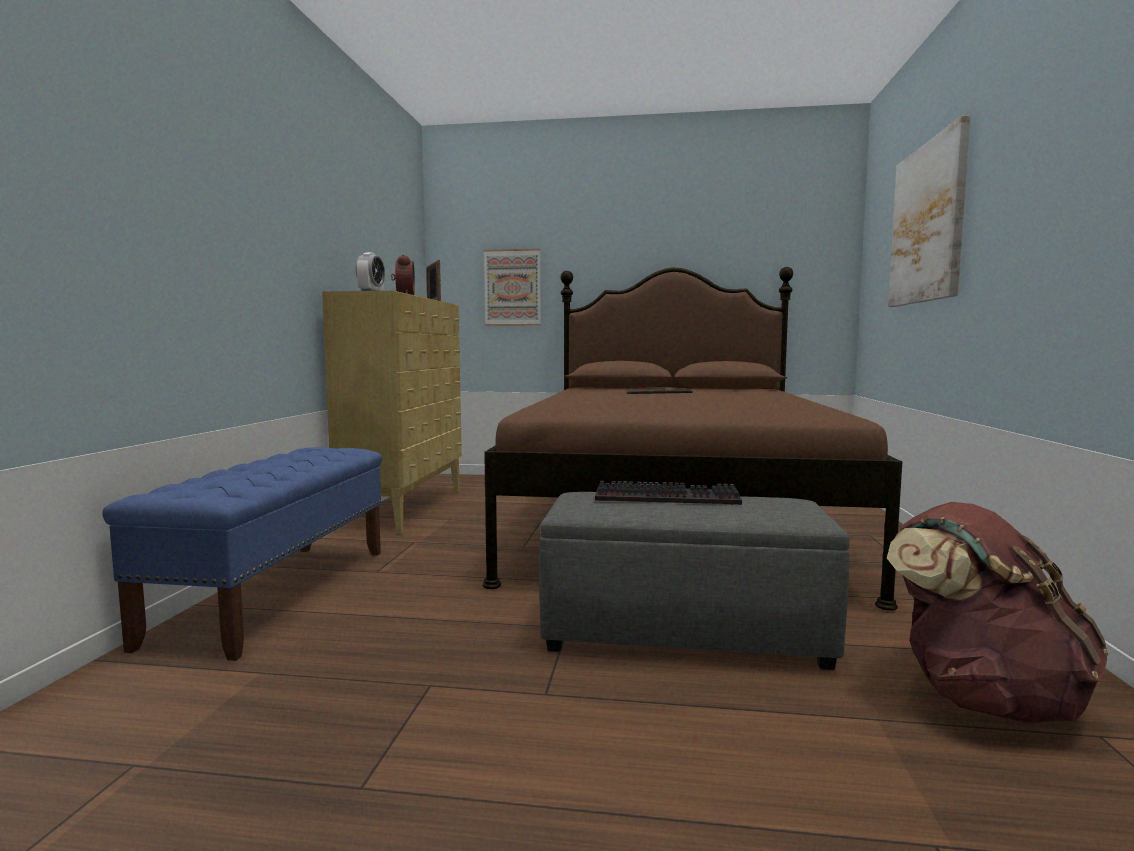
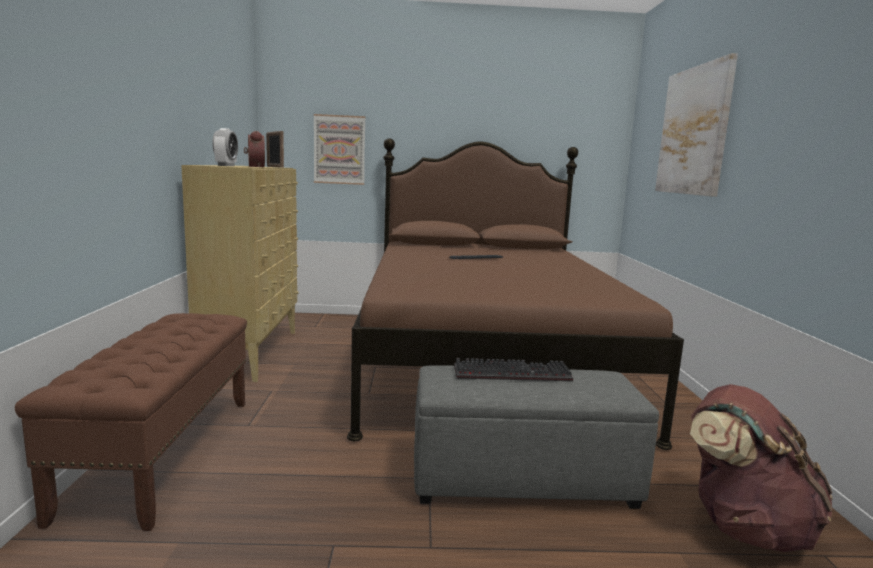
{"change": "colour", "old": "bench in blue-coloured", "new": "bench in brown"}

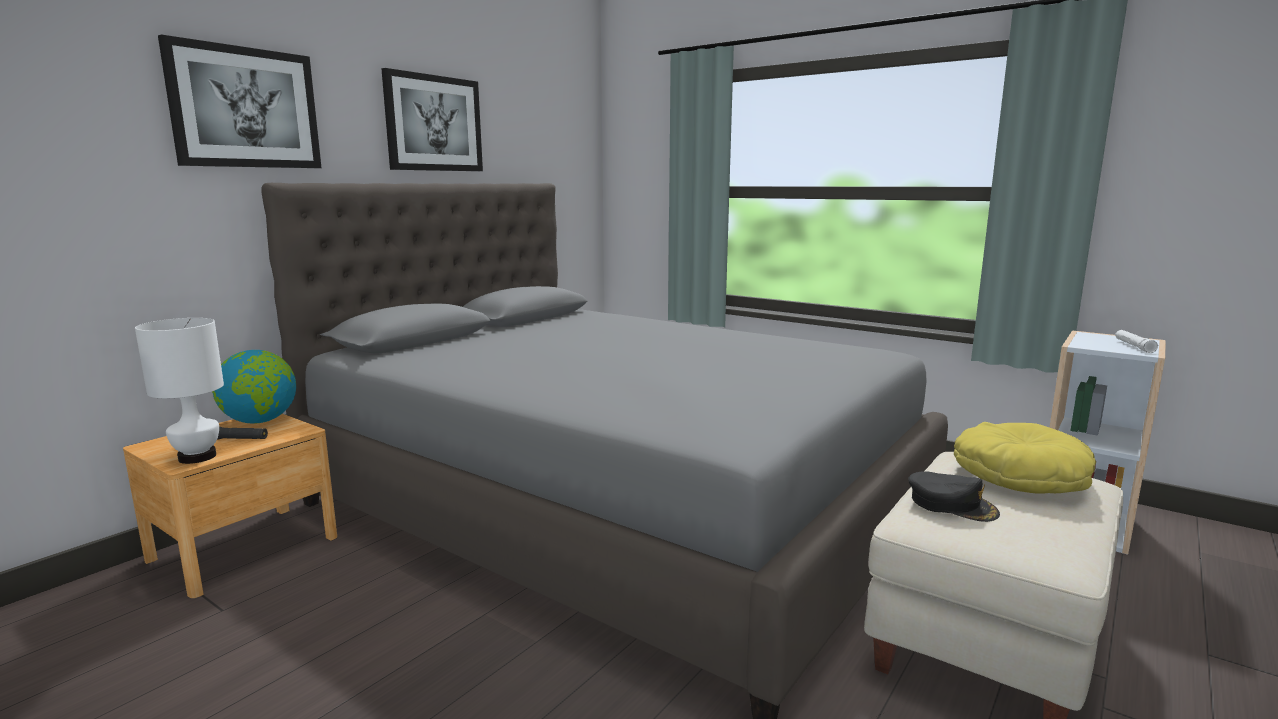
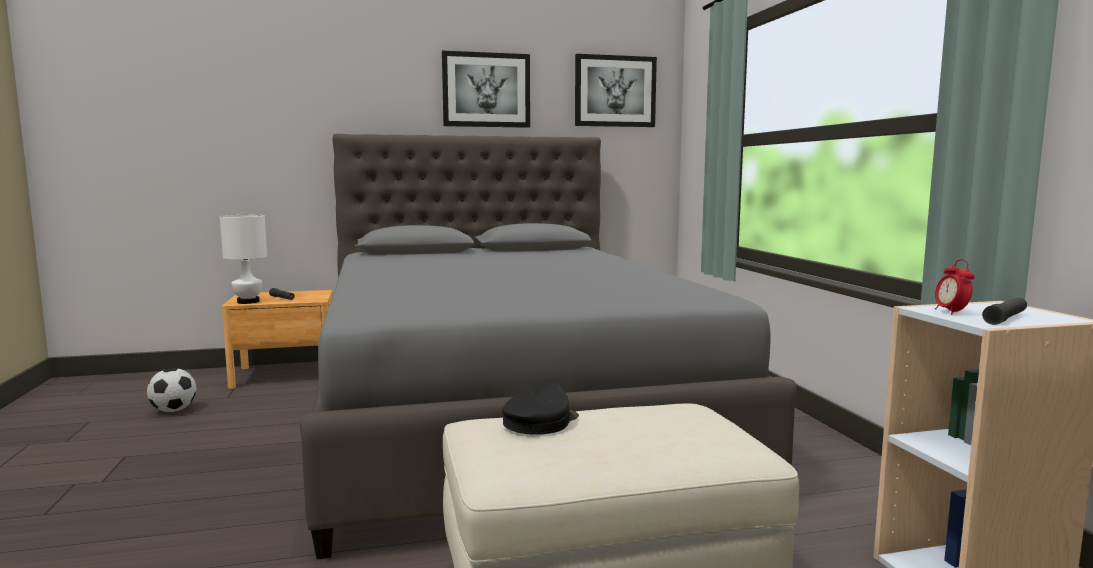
{"change": "relocated", "old": "picture (no. 1 from left in the first image)", "new": "picture (no. 2 from left)"}
{"change": "missing", "old": "globe"}
{"change": "spun", "old": "cap in black", "degrees": -135}
{"change": "missing", "old": "pillow in yellow"}
{"change": "colour", "old": "flashlight in whitish", "new": "flashlight in black (no. 2 from left)"}
{"change": "appeared", "new": "ball for football"}
{"change": "appeared", "new": "table clock"}

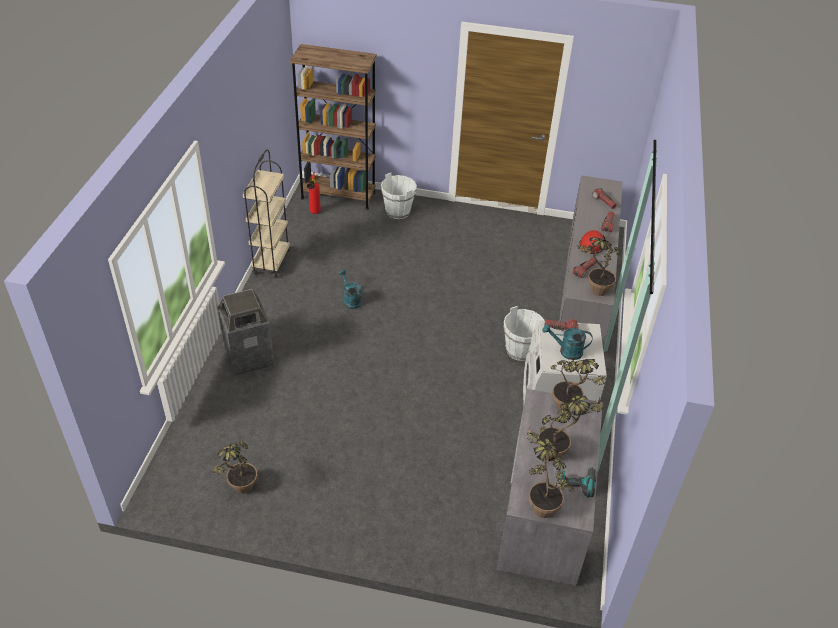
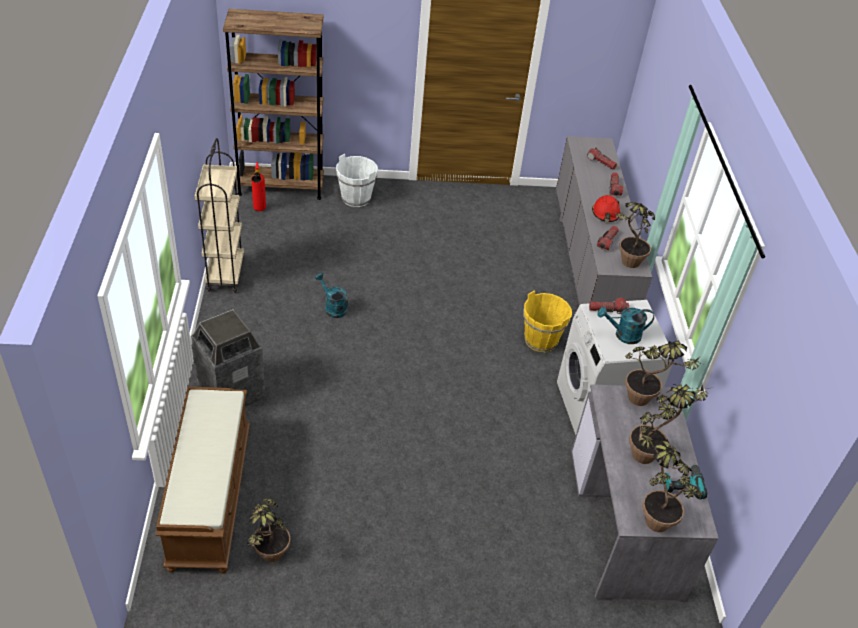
{"change": "colour", "old": "bucket in whitish (no. 2 from left)", "new": "bucket in yellow"}
{"change": "appeared", "new": "bench in brown"}

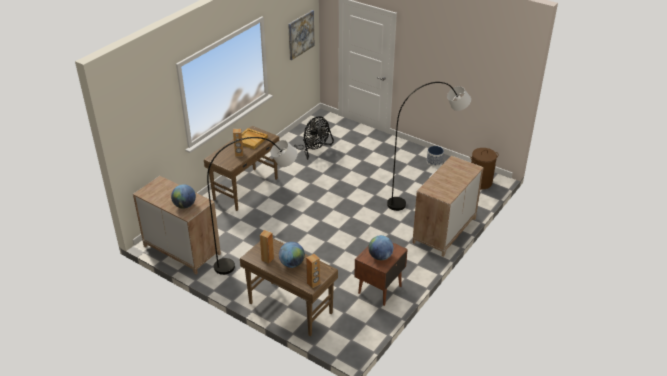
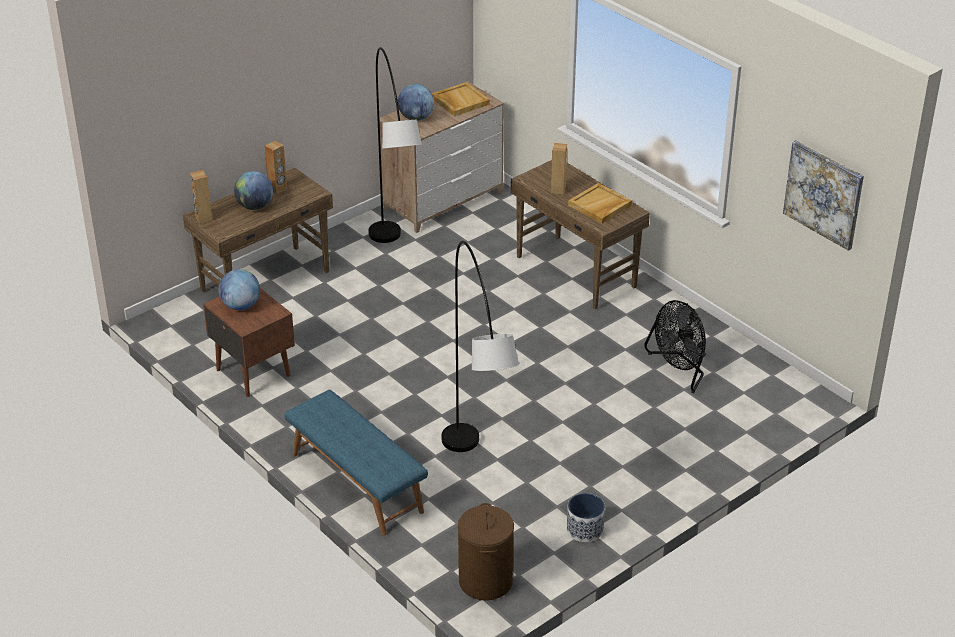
{"change": "exchanged", "old": "dresser (no. 2 from left)", "new": "bench in blue-coloured"}
{"change": "appeared", "new": "serving tray in sand-coloured (no. 1 from left)"}

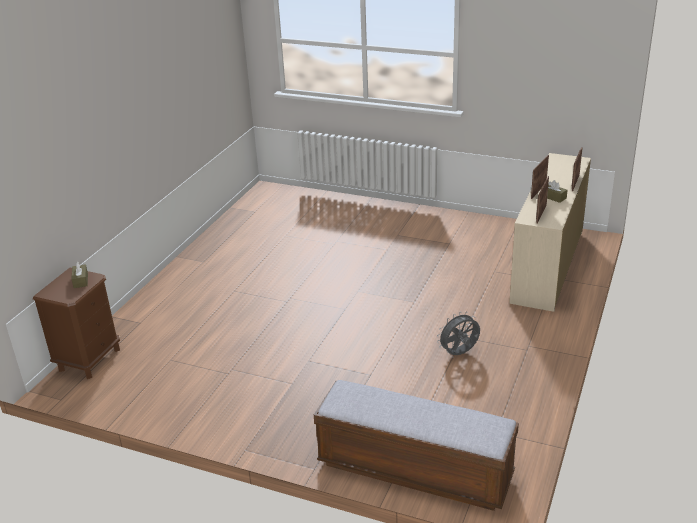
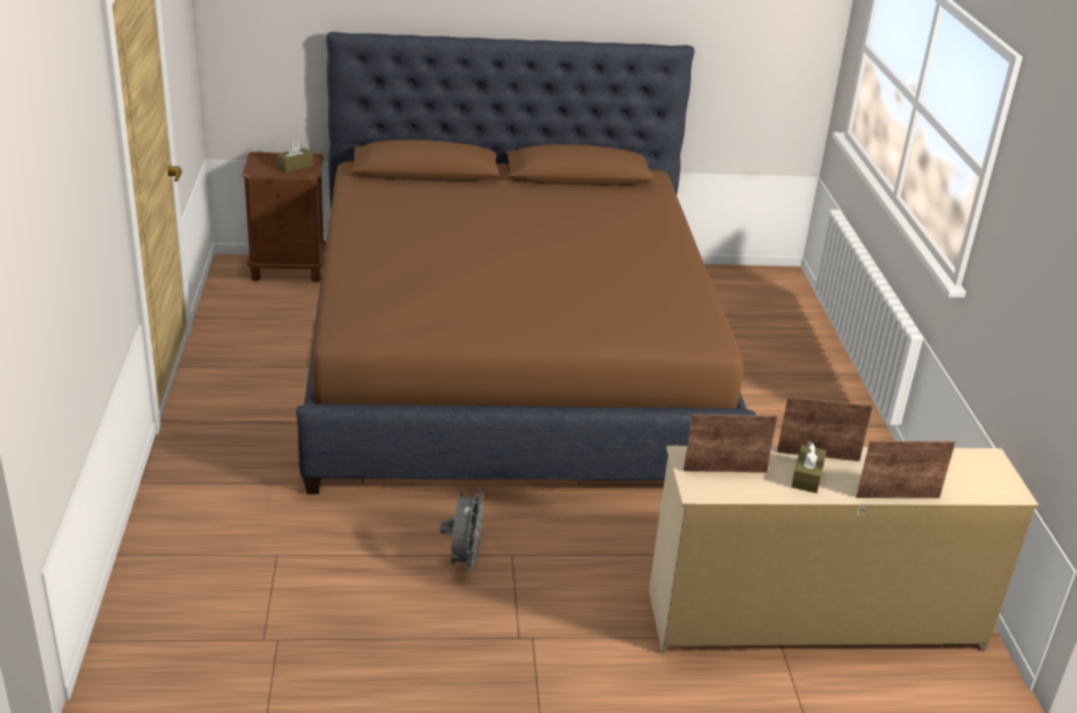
{"change": "missing", "old": "bench"}
{"change": "spun", "old": "cooling fan in grey", "degrees": 60}
{"change": "appeared", "new": "bedroom bed in brown"}

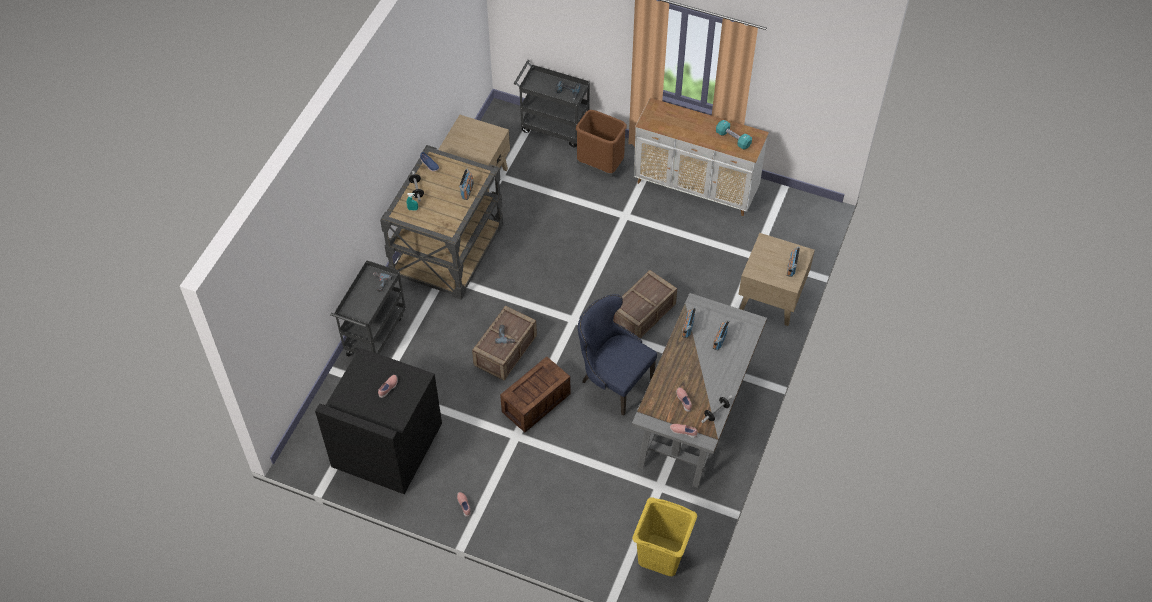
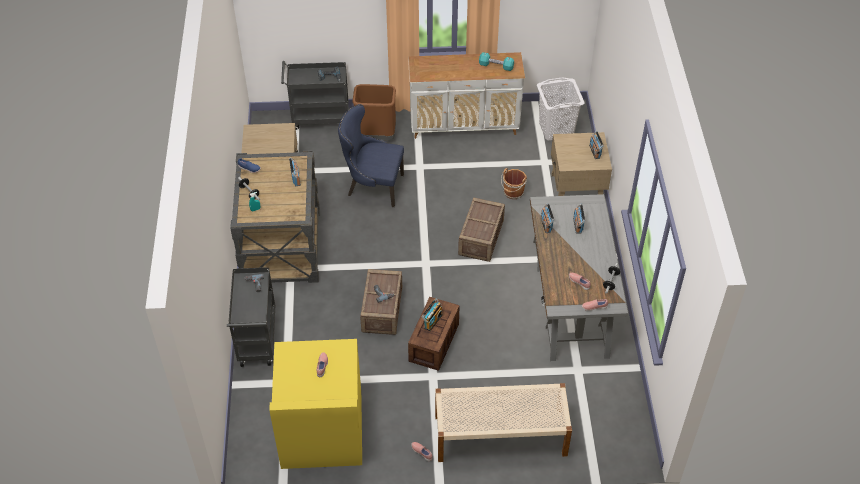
{"change": "colour", "old": "washing machine in black", "new": "washing machine in yellow"}
{"change": "relocated", "old": "chair in blue-coloured"}
{"change": "missing", "old": "hamper in yellow"}
{"change": "appeared", "new": "radio receiver (no. 2 from left)"}
{"change": "appeared", "new": "bench in sand-coloured"}
{"change": "appeared", "new": "bucket in brown"}
{"change": "appeared", "new": "hamper in whitish"}

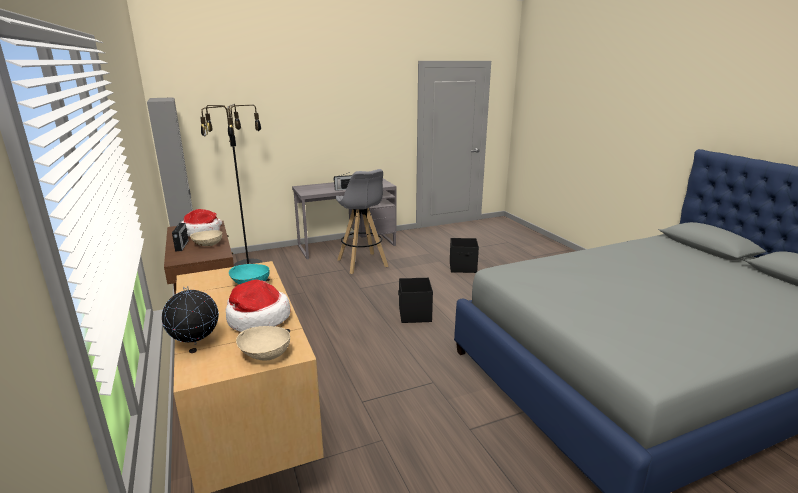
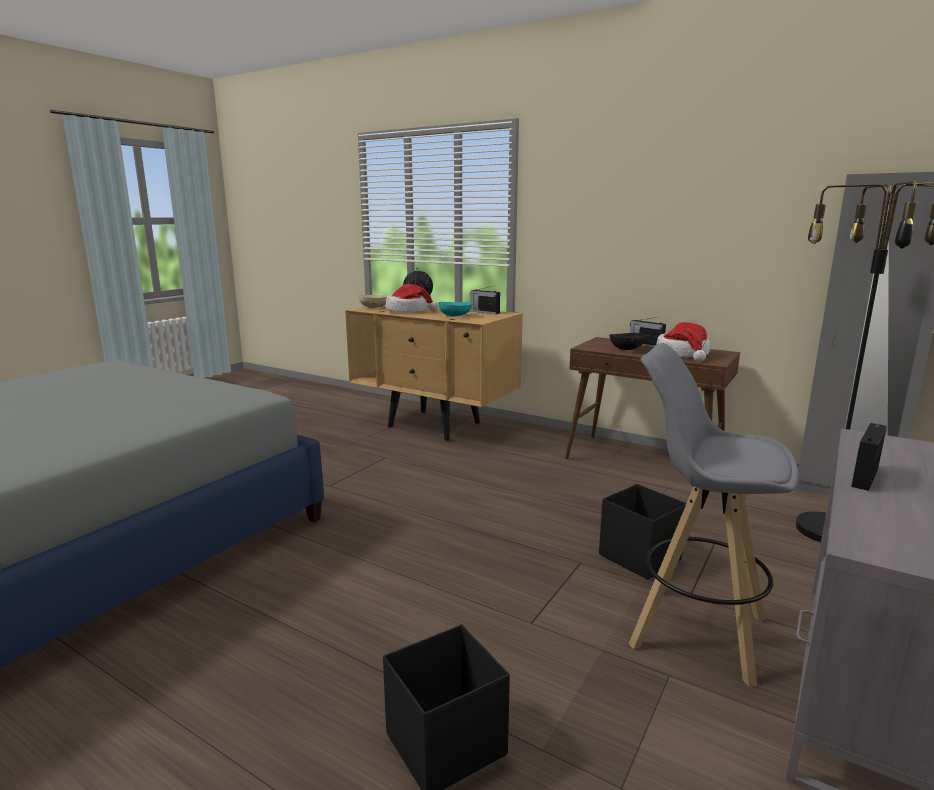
{"change": "colour", "old": "serving bowl in sand-coloured (no. 1 from left)", "new": "serving bowl in black"}
{"change": "relocated", "old": "storage container in black (no. 1 from left in the first image)", "new": "storage container in black (no. 2 from left)"}
{"change": "appeared", "new": "radio receiver (no. 1 from left)"}

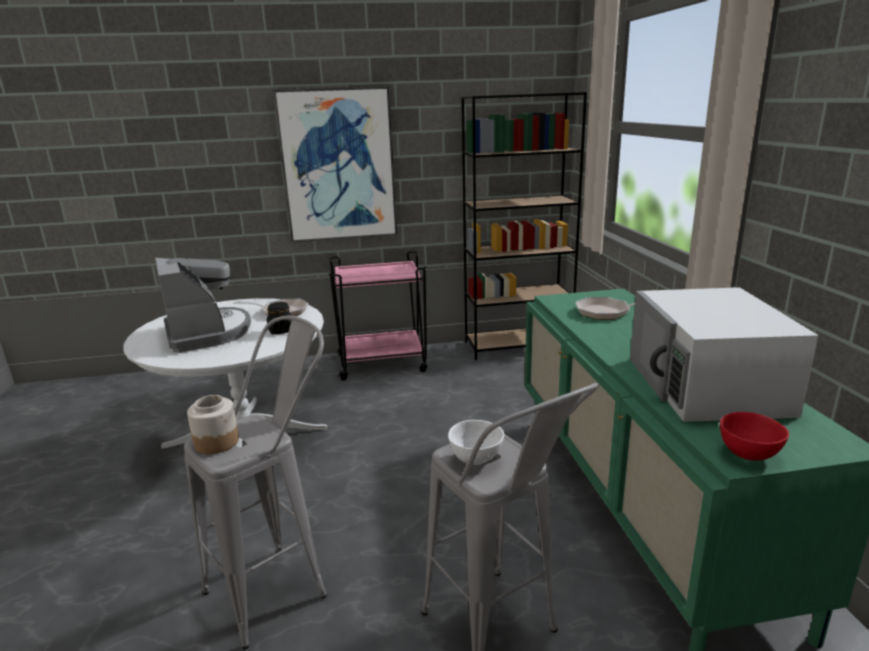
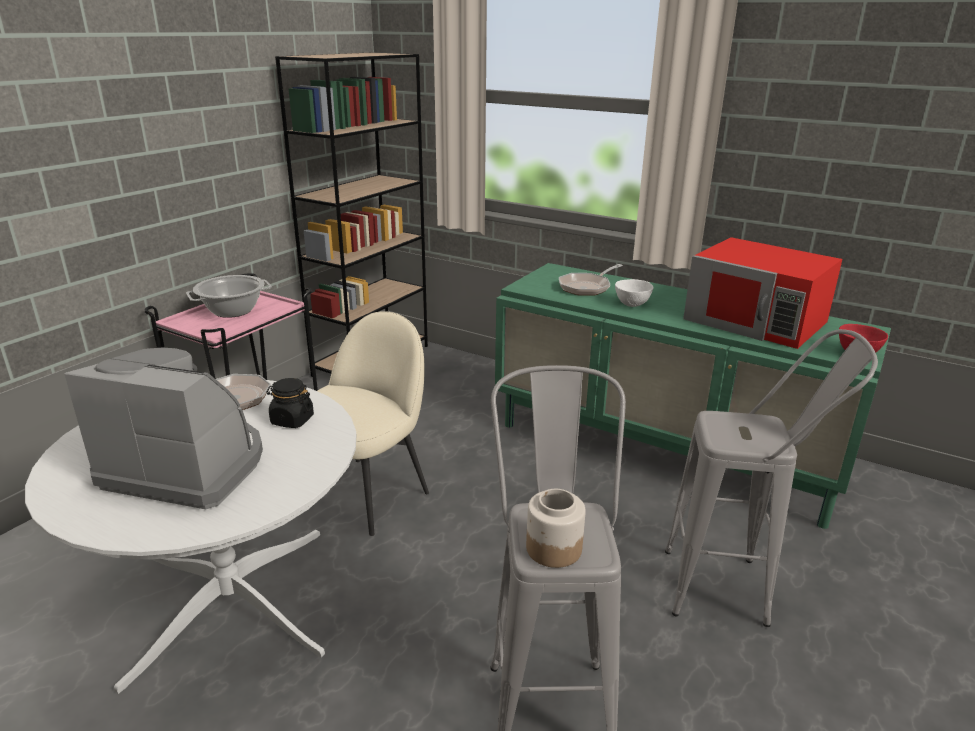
{"change": "missing", "old": "picture"}
{"change": "relocated", "old": "serving bowl in whitish"}
{"change": "colour", "old": "microwave oven in whitish", "new": "microwave oven in reddish"}
{"change": "appeared", "new": "cooking pot"}
{"change": "appeared", "new": "chair in sand-coloured"}

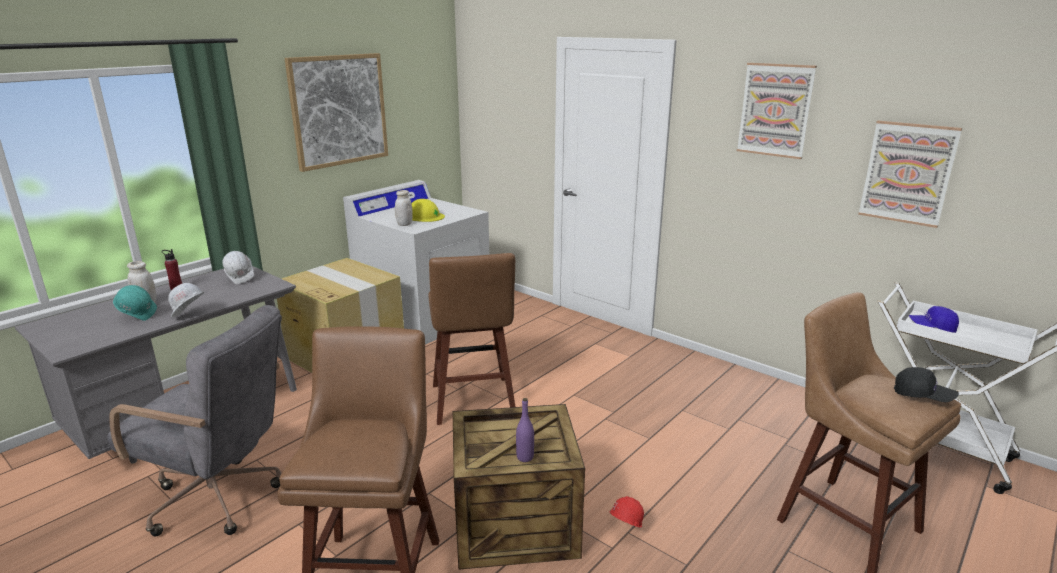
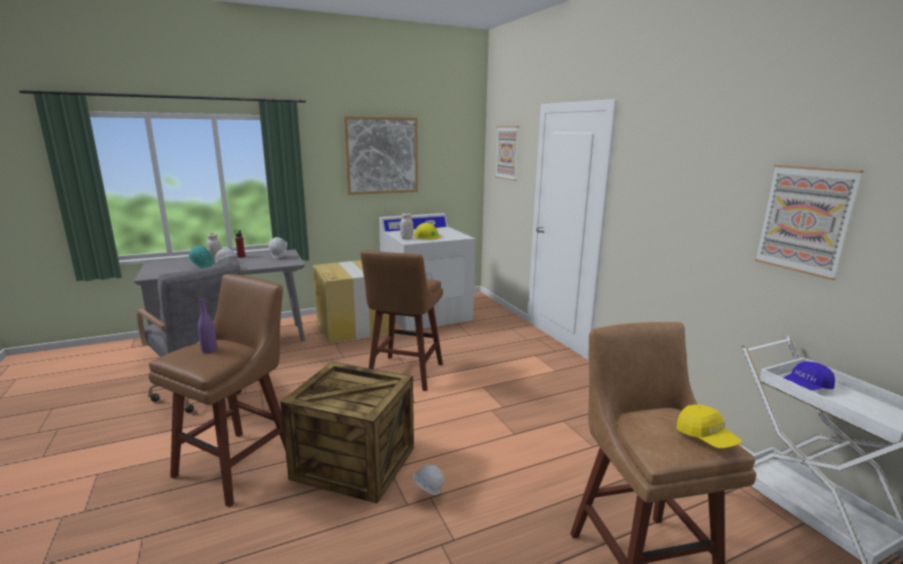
{"change": "relocated", "old": "bottle in purple"}
{"change": "colour", "old": "work helmet in reddish", "new": "work helmet in whitish (no. 3 from left)"}
{"change": "relocated", "old": "picture (no. 2 from left)"}
{"change": "colour", "old": "cap in black", "new": "cap in yellow"}
{"change": "spun", "old": "cap in blue-coloured", "degrees": -60}

